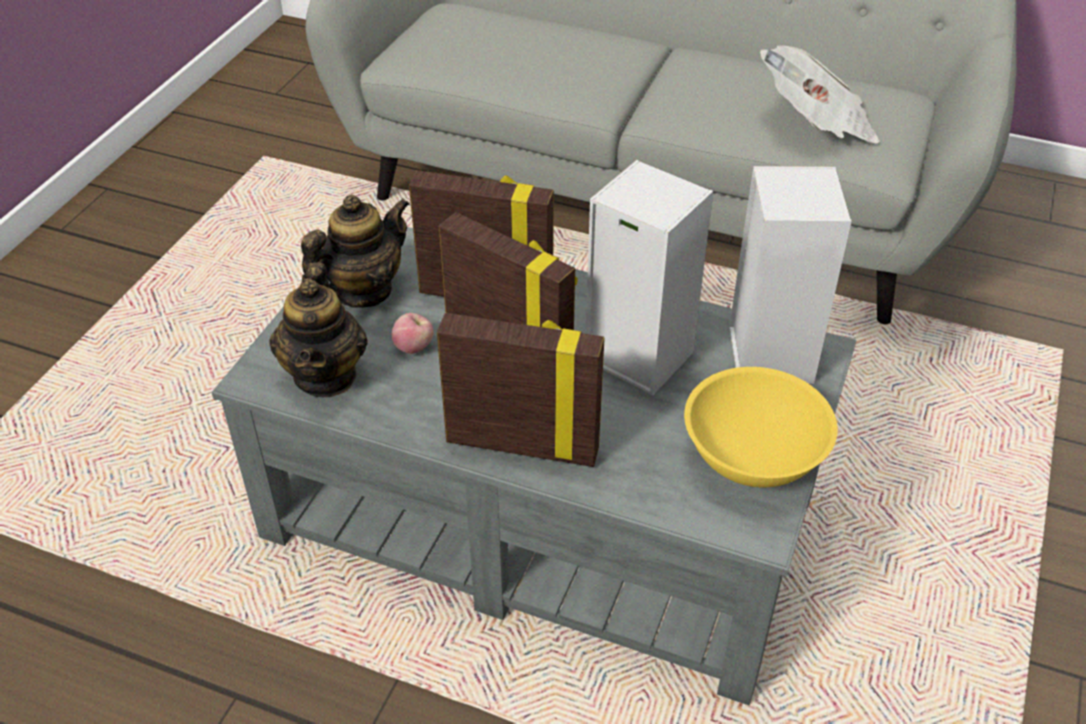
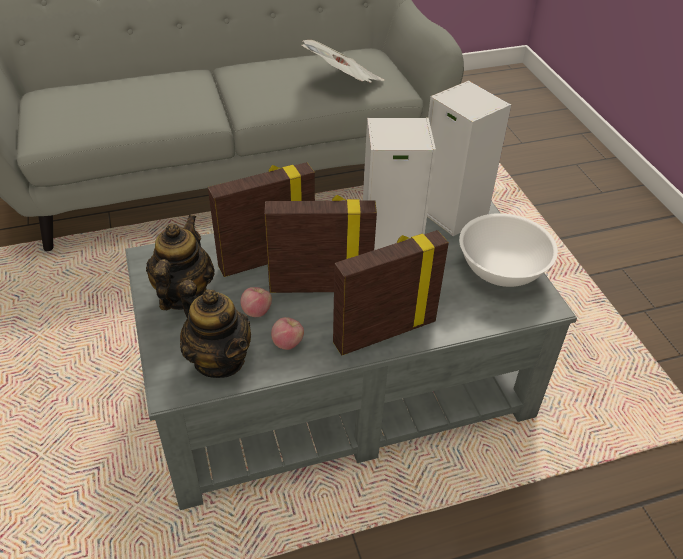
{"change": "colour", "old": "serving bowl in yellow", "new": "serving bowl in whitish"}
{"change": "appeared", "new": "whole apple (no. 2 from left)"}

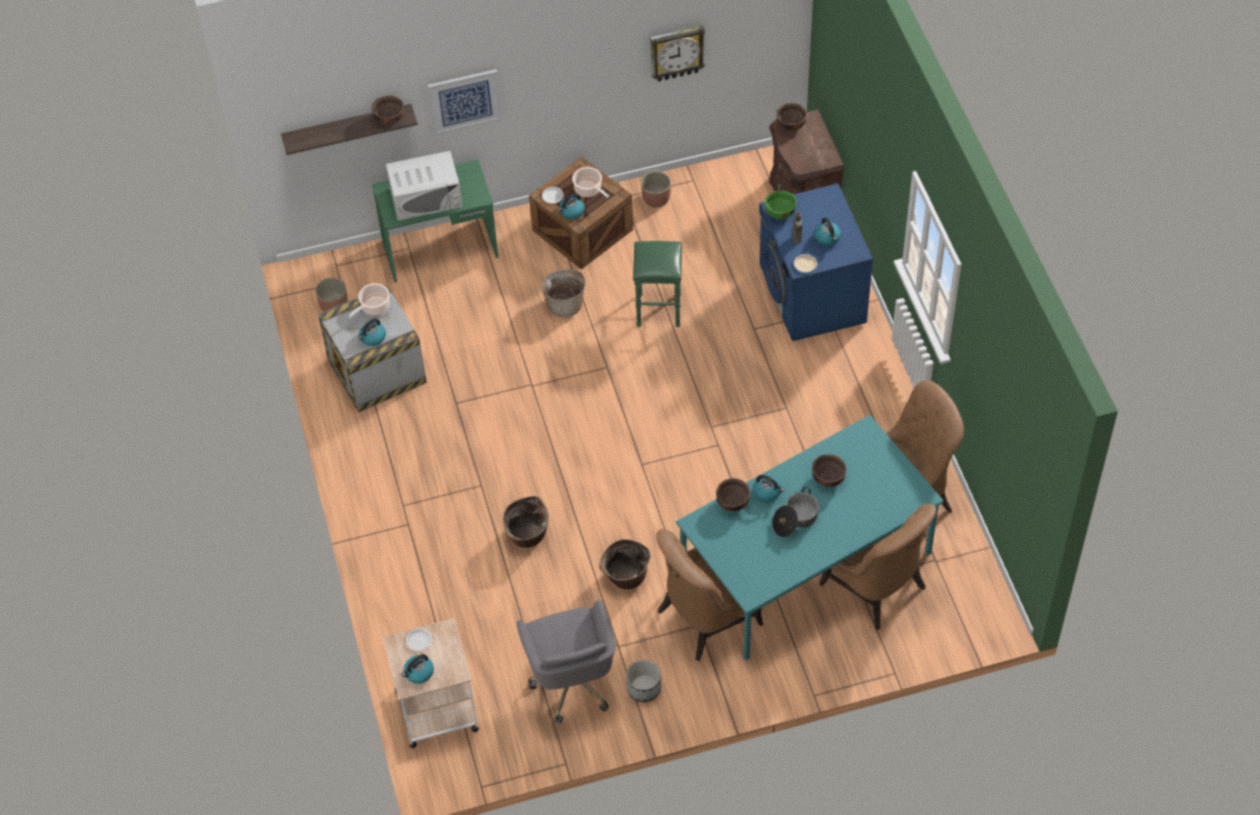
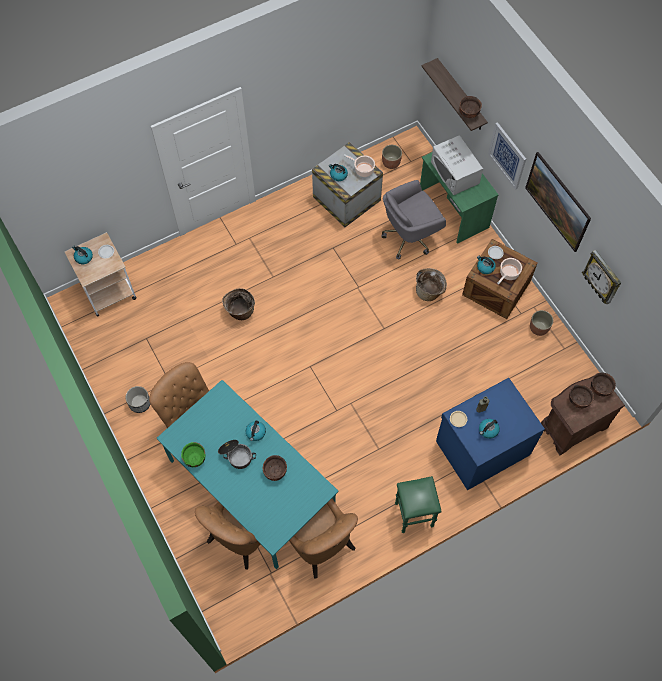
{"change": "relocated", "old": "office chair in grey"}
{"change": "missing", "old": "basket (no. 3 from left)"}
{"change": "relocated", "old": "stool seat in green-coloured"}
{"change": "relocated", "old": "serving bowl in brown (no. 2 from left in the first image)", "new": "serving bowl in brown (no. 3 from left)"}
{"change": "relocated", "old": "serving bowl in green-coloured"}
{"change": "appeared", "new": "picture (no. 2 from left)"}

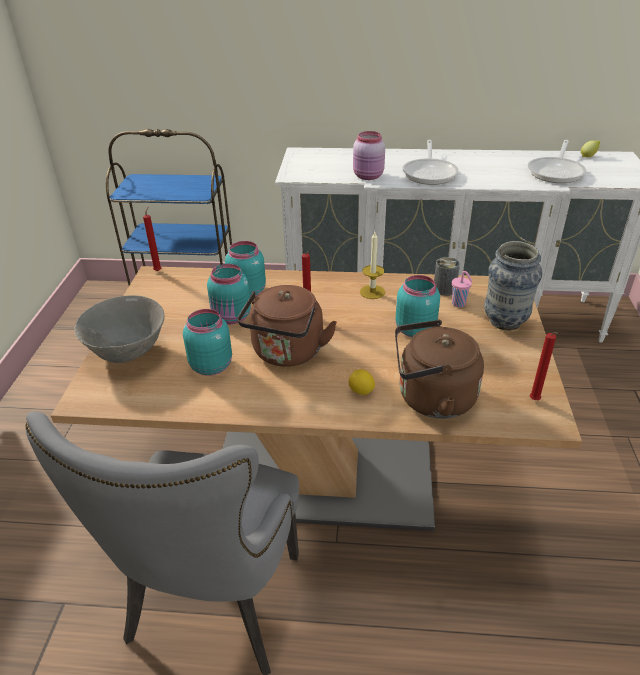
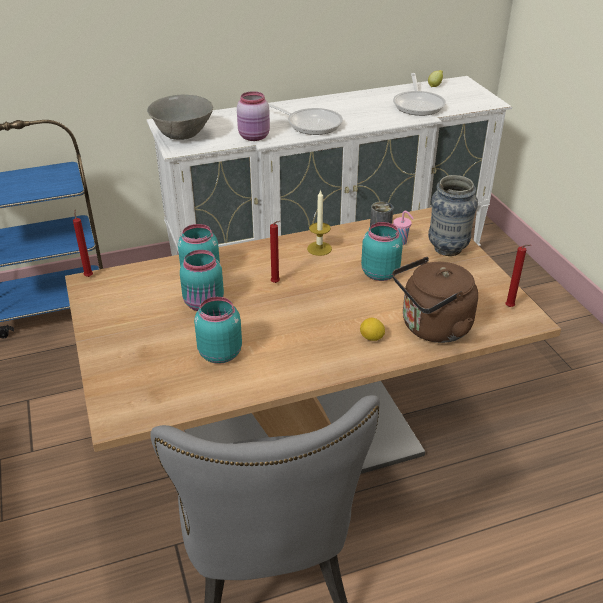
{"change": "relocated", "old": "serving bowl in grey"}
{"change": "missing", "old": "kettle in brown (no. 1 from left)"}
{"change": "spun", "old": "skillet (no. 1 from left)", "degrees": -45}

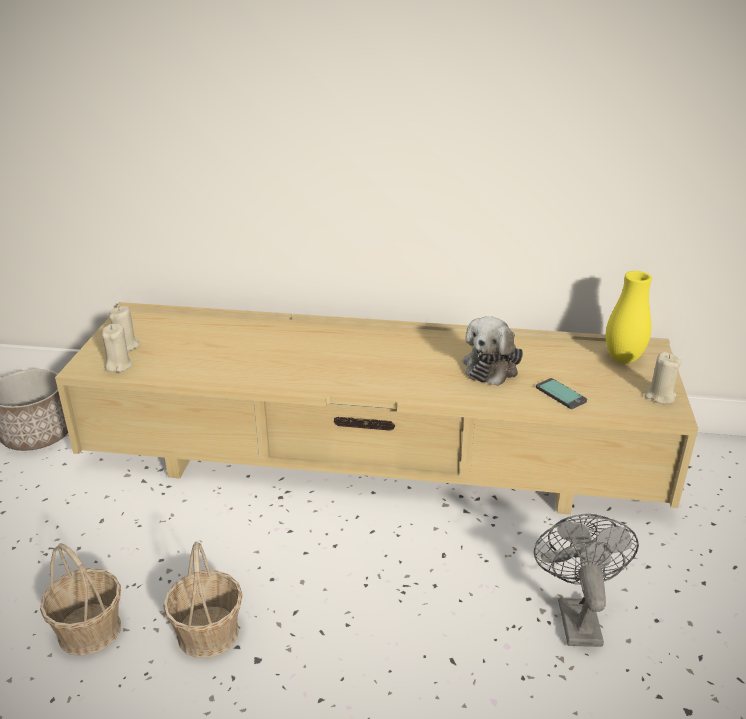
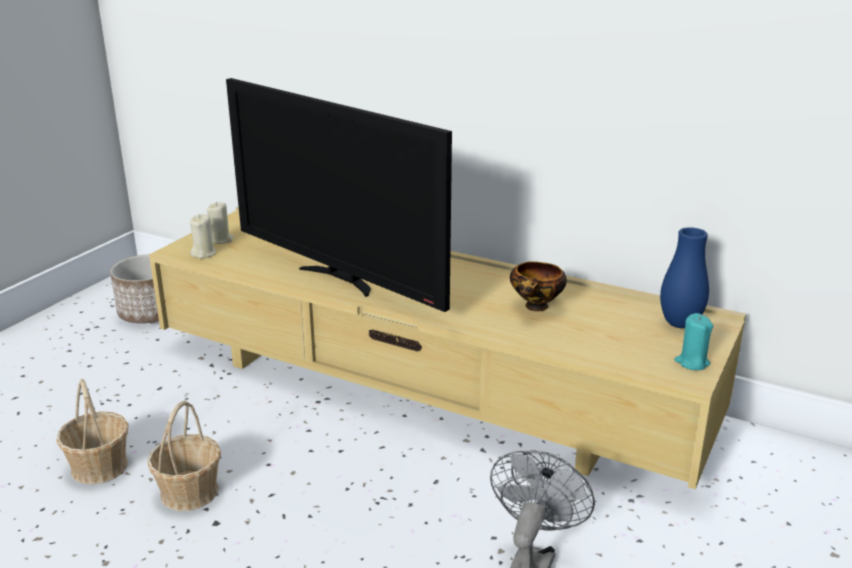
{"change": "exchanged", "old": "cuddly toy", "new": "serving bowl"}
{"change": "missing", "old": "telephone"}
{"change": "colour", "old": "flower vase in yellow", "new": "flower vase in blue-coloured"}
{"change": "colour", "old": "candle in sand-coloured (no. 3 from left)", "new": "candle in turquoise-coloured"}
{"change": "appeared", "new": "TV set"}

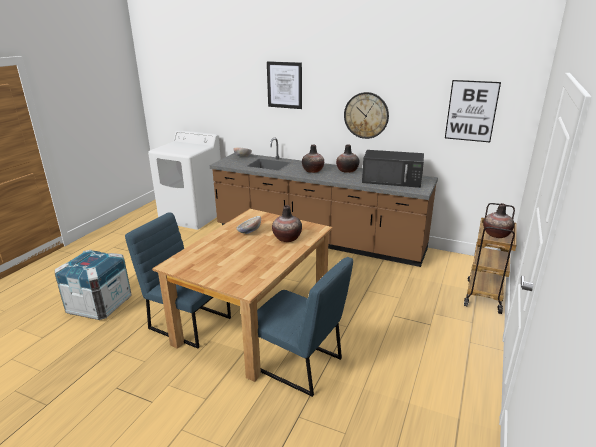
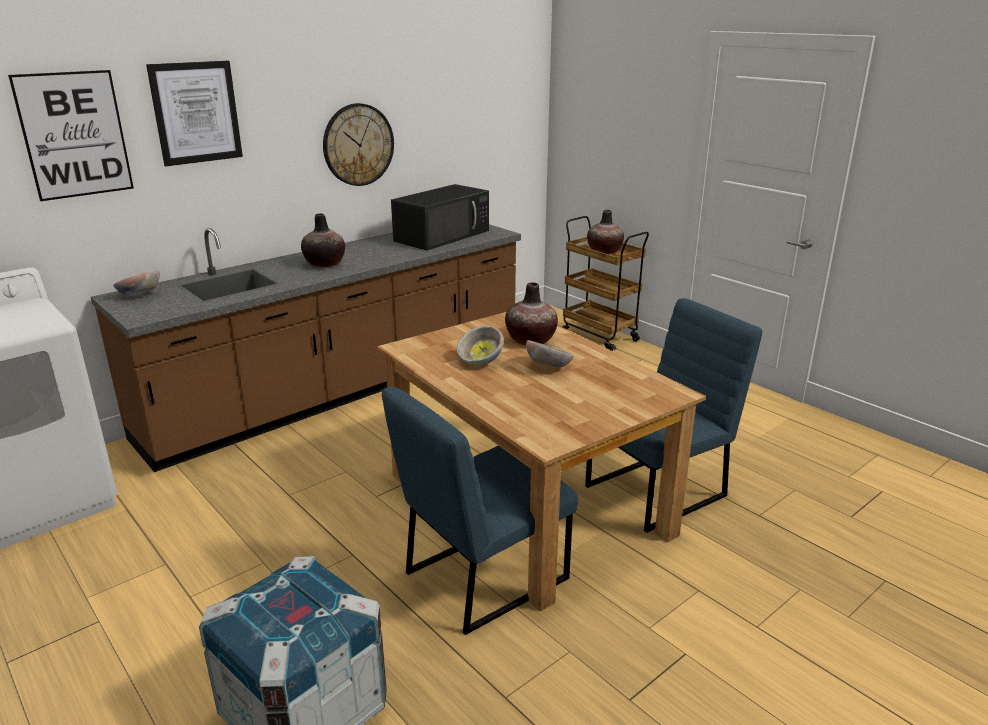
{"change": "missing", "old": "flower vase (no. 3 from left)"}
{"change": "relocated", "old": "picture (no. 2 from left in the first image)", "new": "picture (no. 1 from left)"}
{"change": "appeared", "new": "serving bowl (no. 3 from left)"}

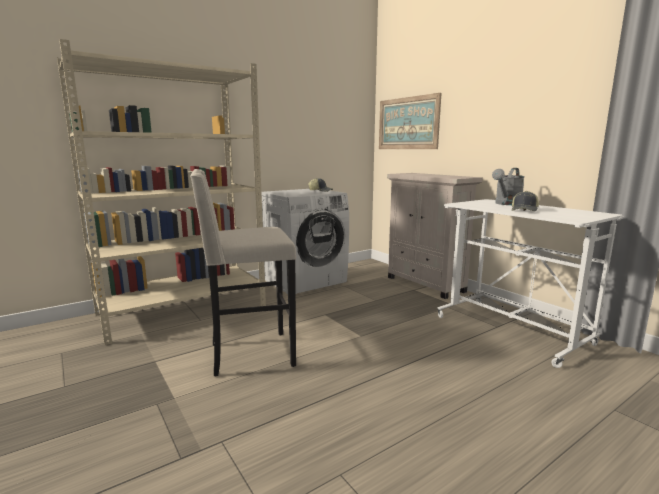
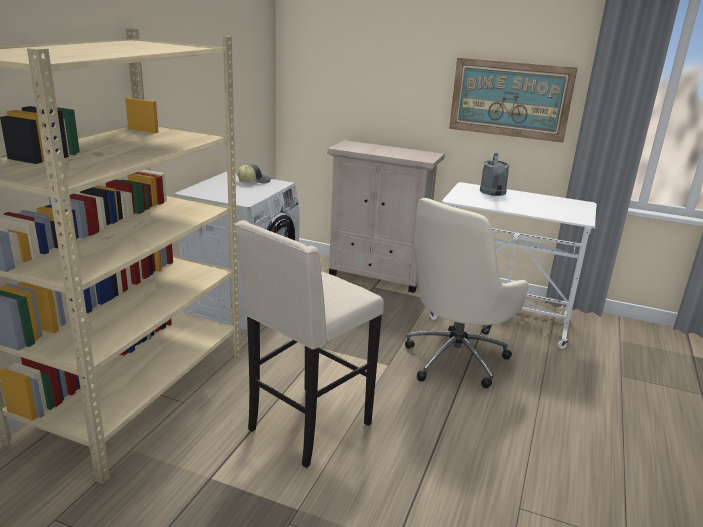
{"change": "relocated", "old": "picture"}
{"change": "missing", "old": "cap (no. 2 from left)"}
{"change": "appeared", "new": "office chair in sand-coloured"}

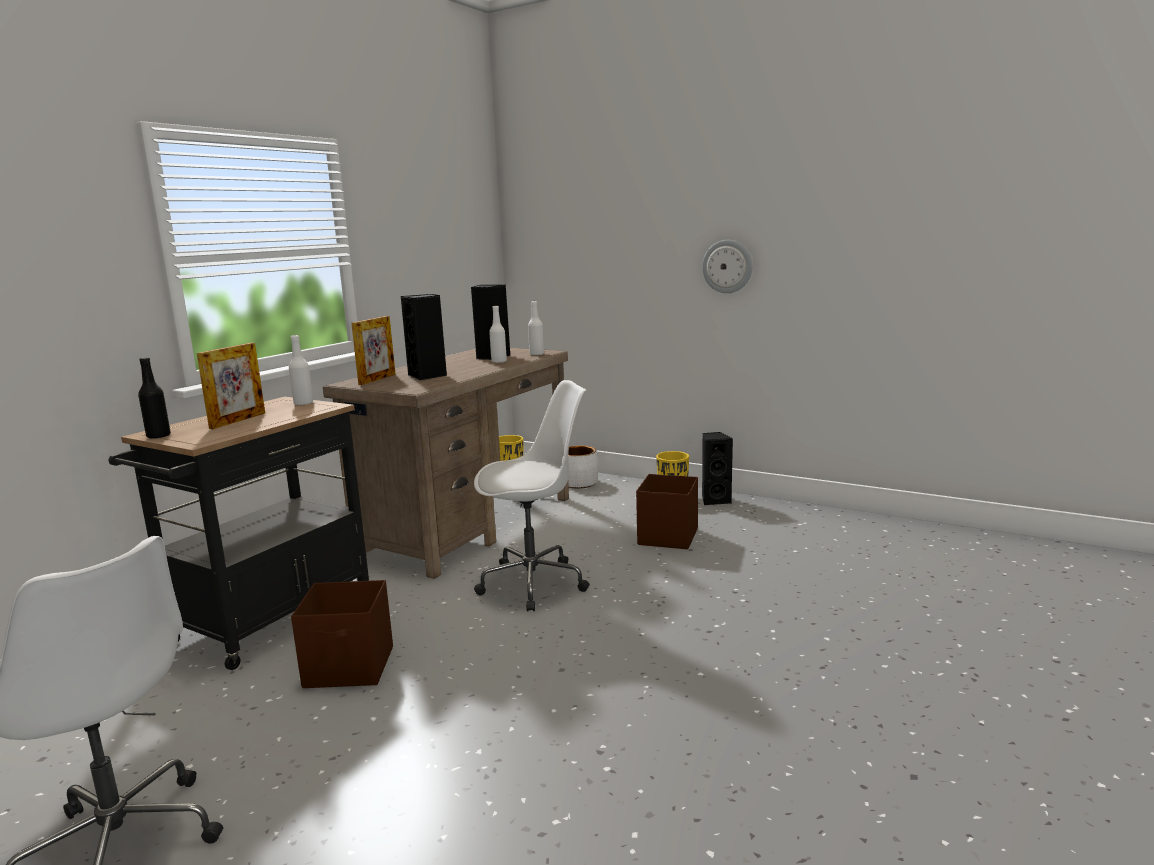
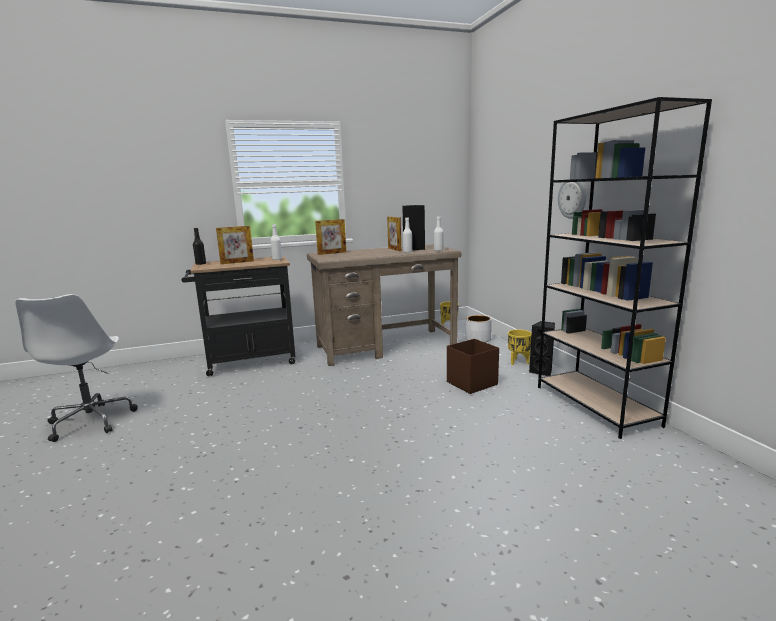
{"change": "missing", "old": "storage container in brown (no. 1 from left)"}
{"change": "missing", "old": "loudspeaker in black (no. 1 from left)"}
{"change": "missing", "old": "office chair in whitish (no. 2 from left)"}
{"change": "appeared", "new": "photo frame (no. 3 from left)"}
{"change": "appeared", "new": "shelving unit in sand-coloured"}

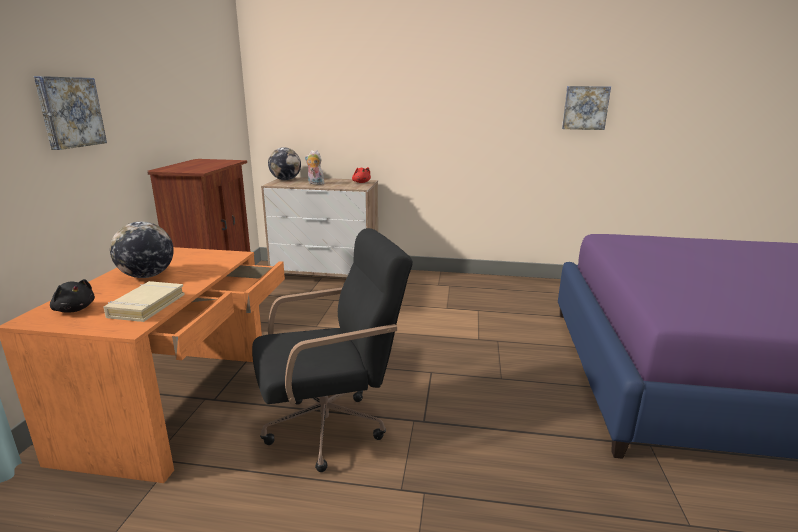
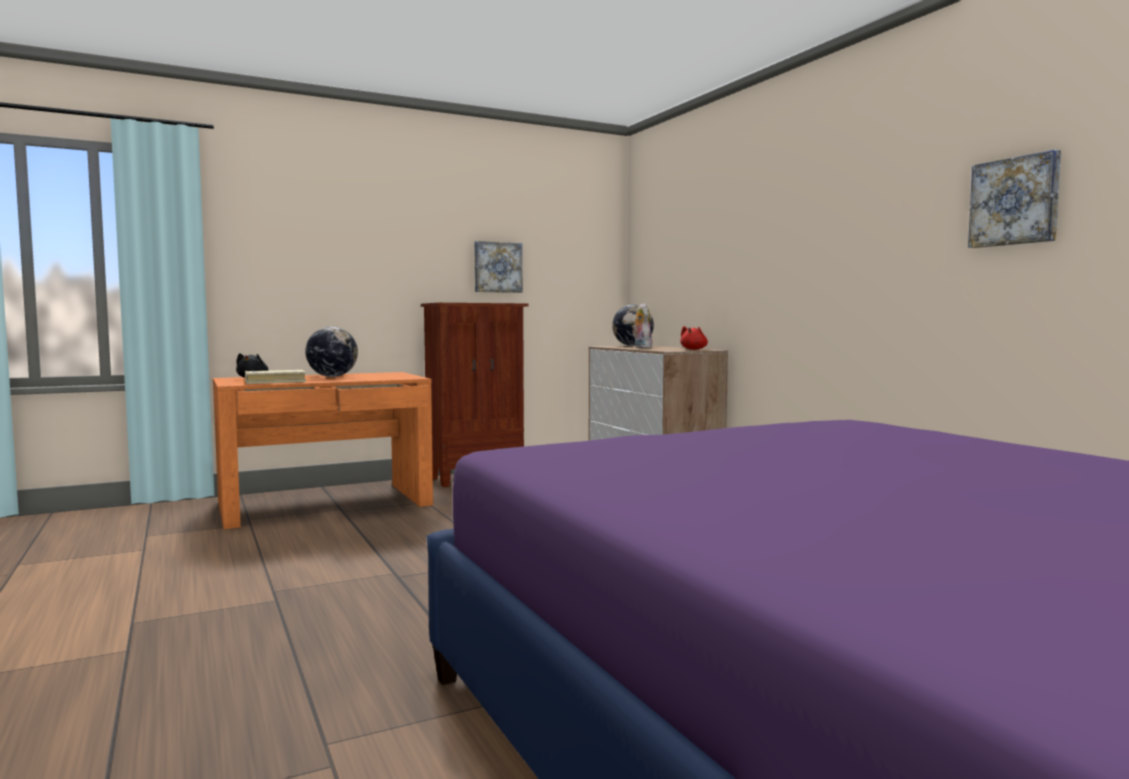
{"change": "relocated", "old": "picture (no. 1 from left)"}
{"change": "missing", "old": "office chair in black"}

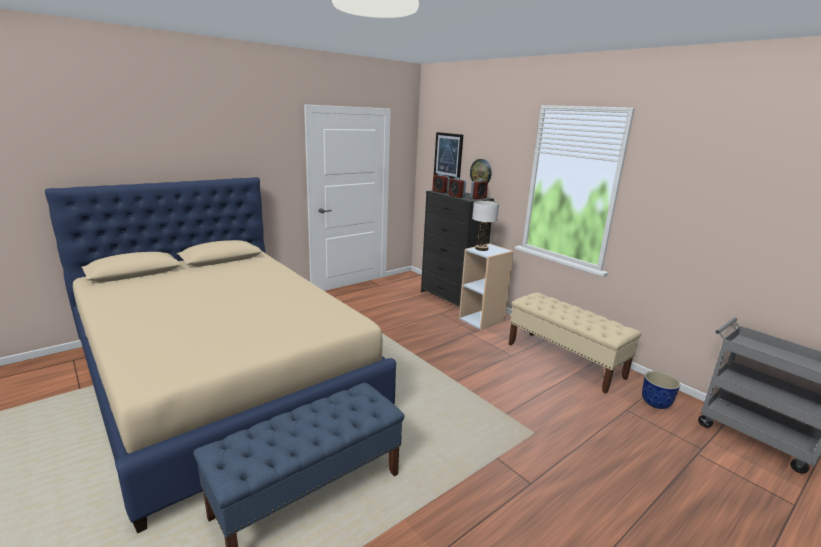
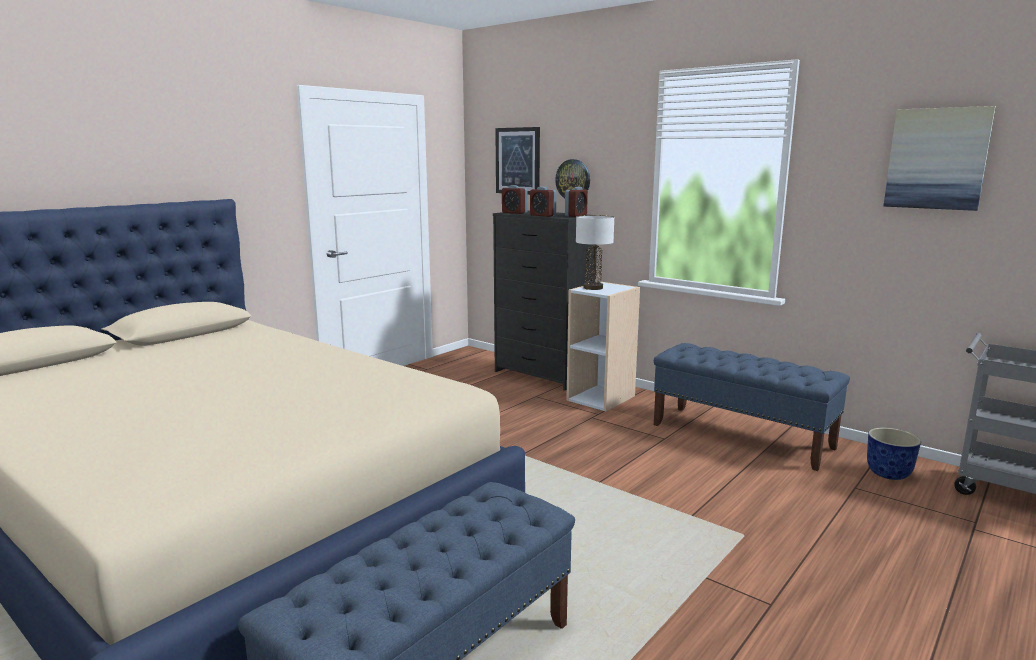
{"change": "colour", "old": "bench in sand-coloured", "new": "bench in blue-coloured (no. 2 from left)"}
{"change": "appeared", "new": "picture (no. 2 from left)"}

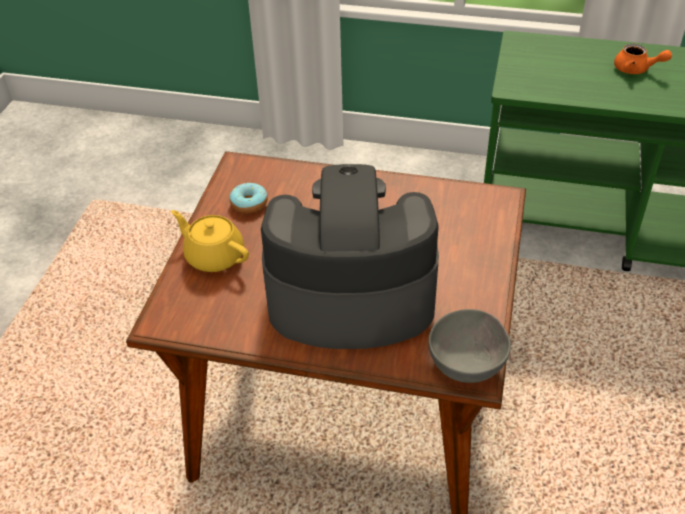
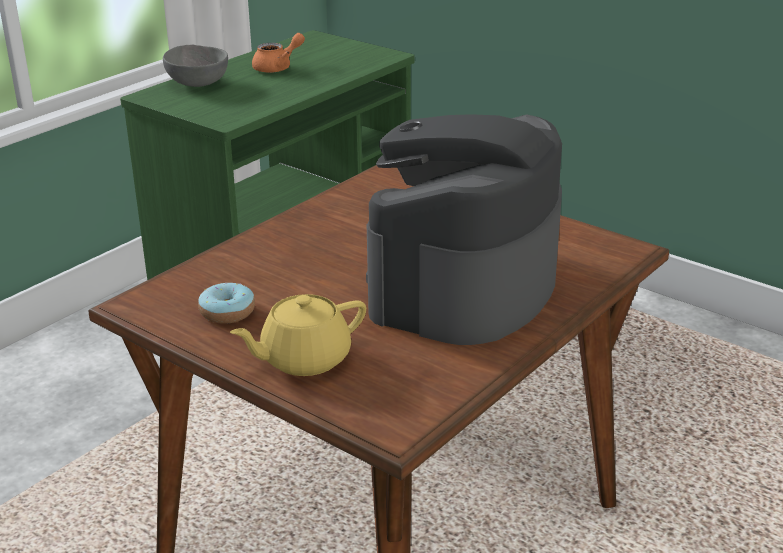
{"change": "relocated", "old": "serving bowl in grey"}

